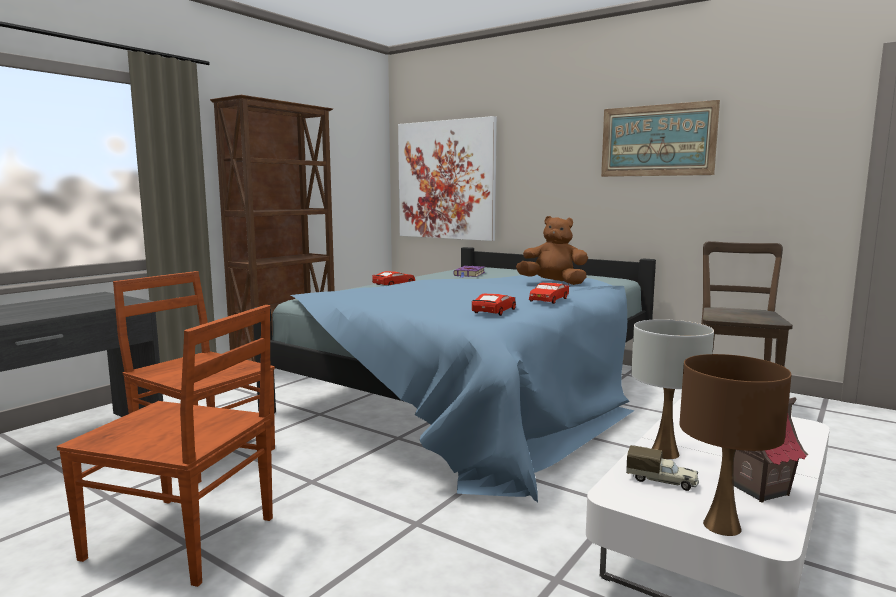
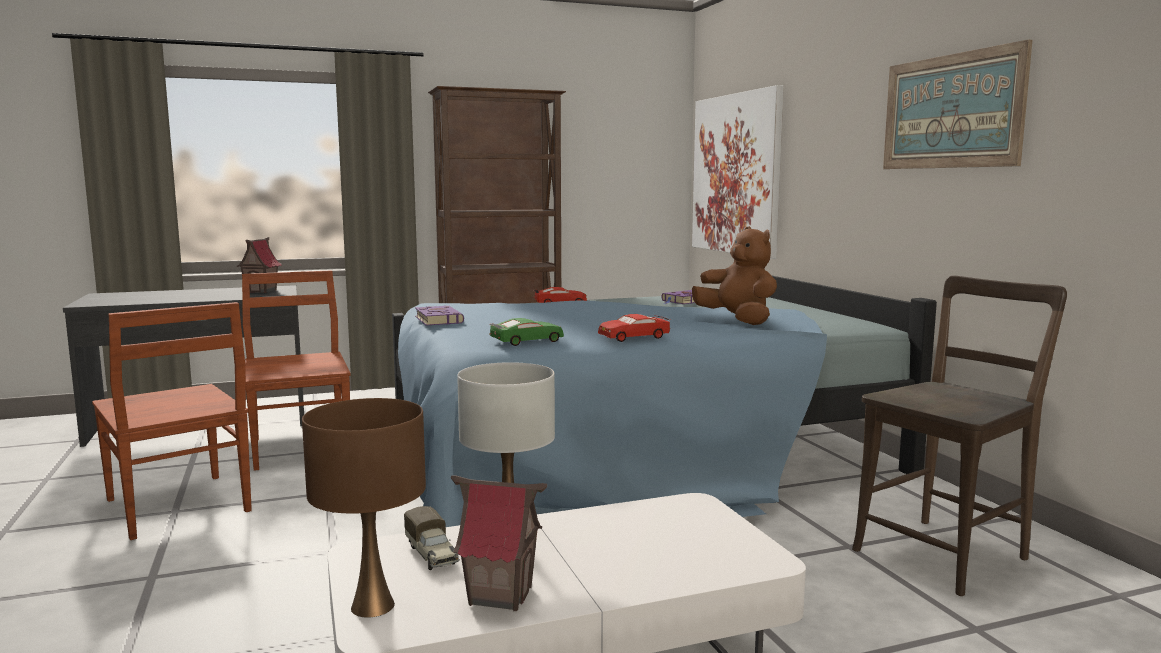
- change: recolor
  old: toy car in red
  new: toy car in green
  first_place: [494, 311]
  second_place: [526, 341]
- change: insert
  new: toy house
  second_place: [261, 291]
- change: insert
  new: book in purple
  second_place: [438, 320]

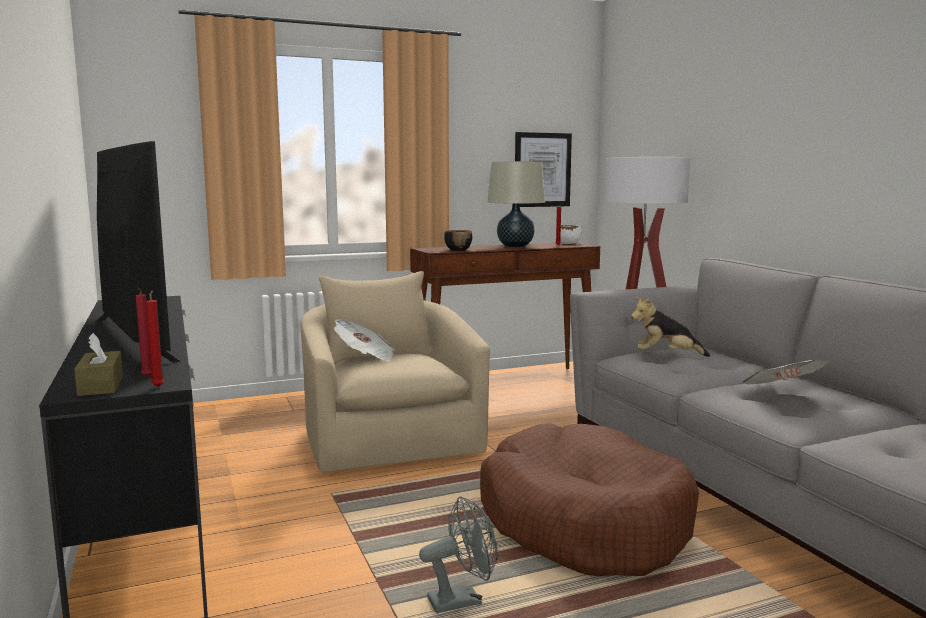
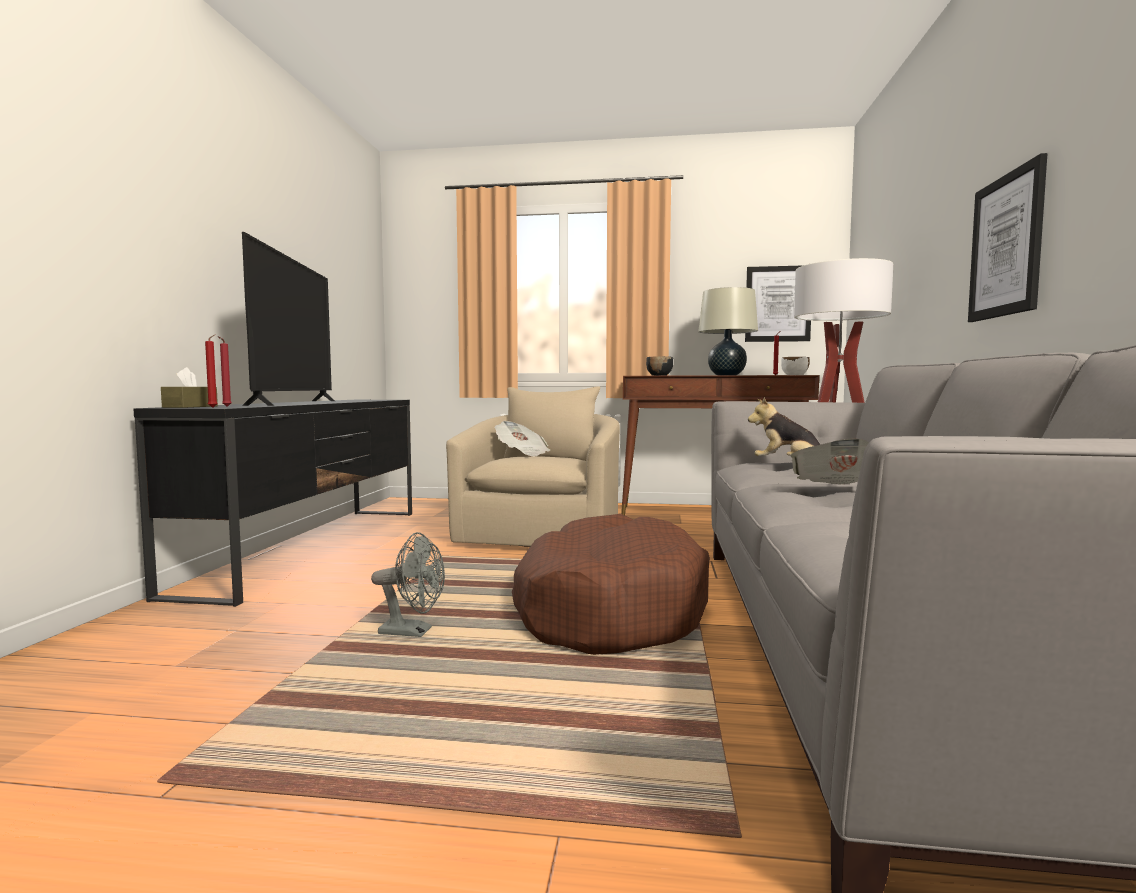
- change: insert
  new: picture
  second_place: [1006, 246]

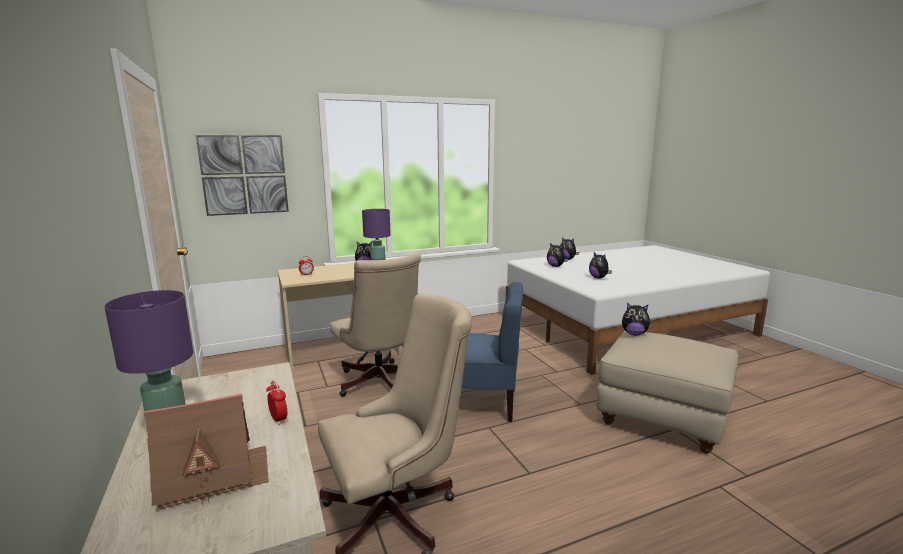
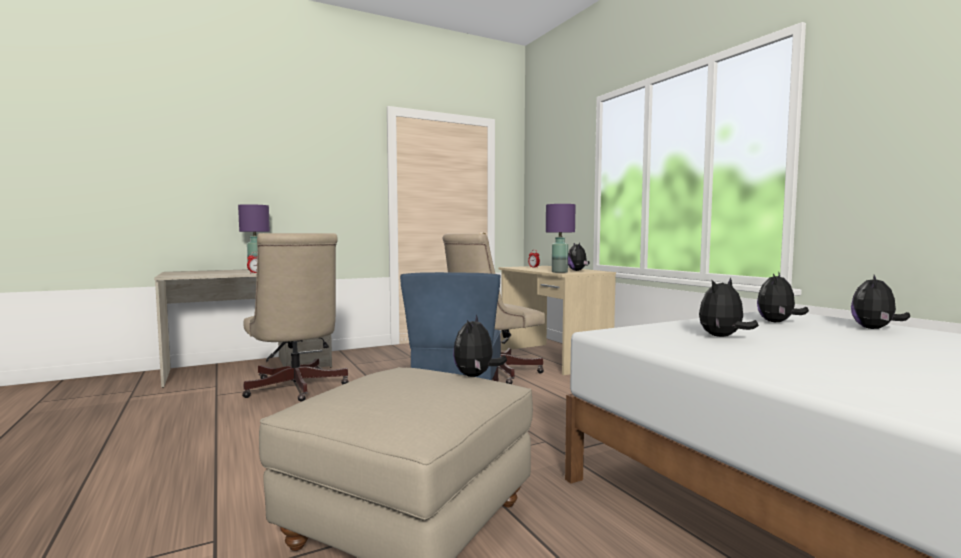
- change: delete
  old: toy house
  first_place: [214, 476]
- change: delete
  old: picture
  first_place: [244, 175]

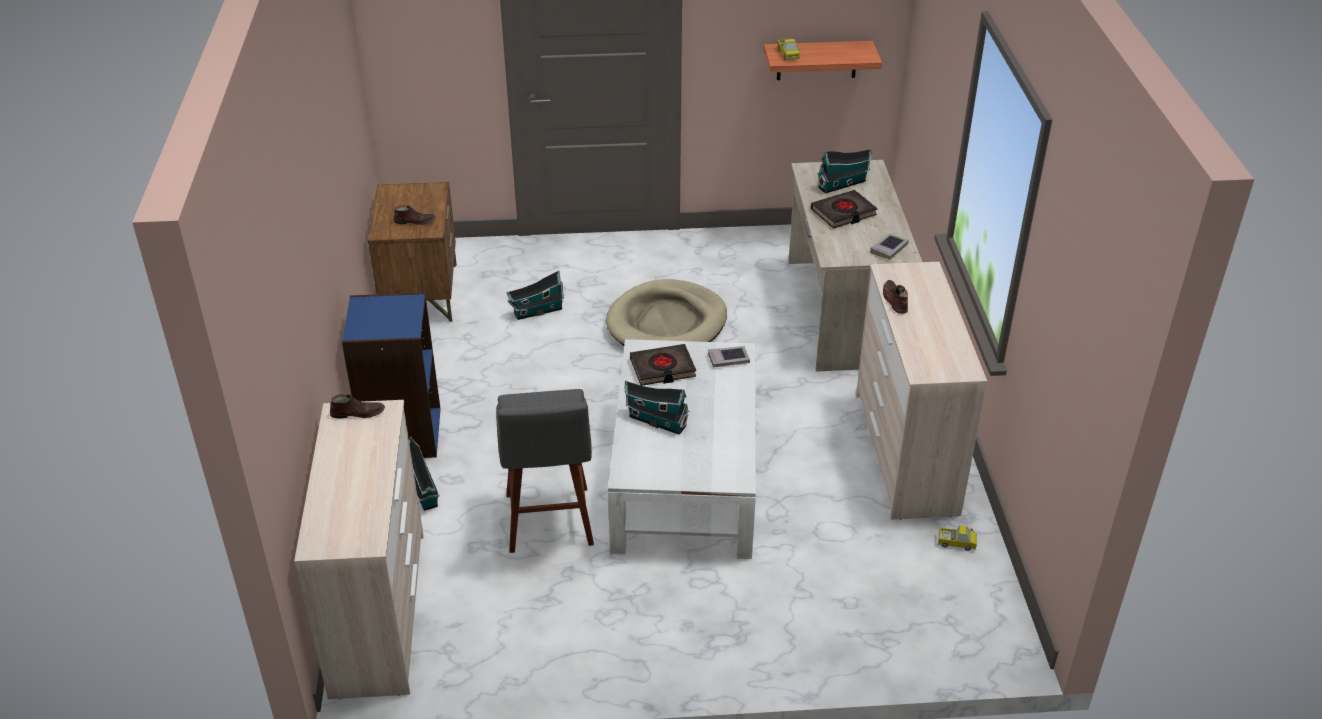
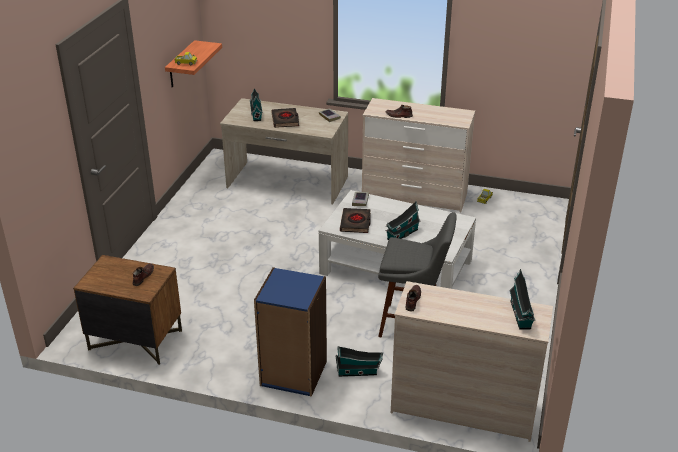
- change: move
  old: toy house
  first_place: [536, 311]
  second_place: [520, 316]
- change: delete
  old: dog bed in beige
  first_place: [667, 323]

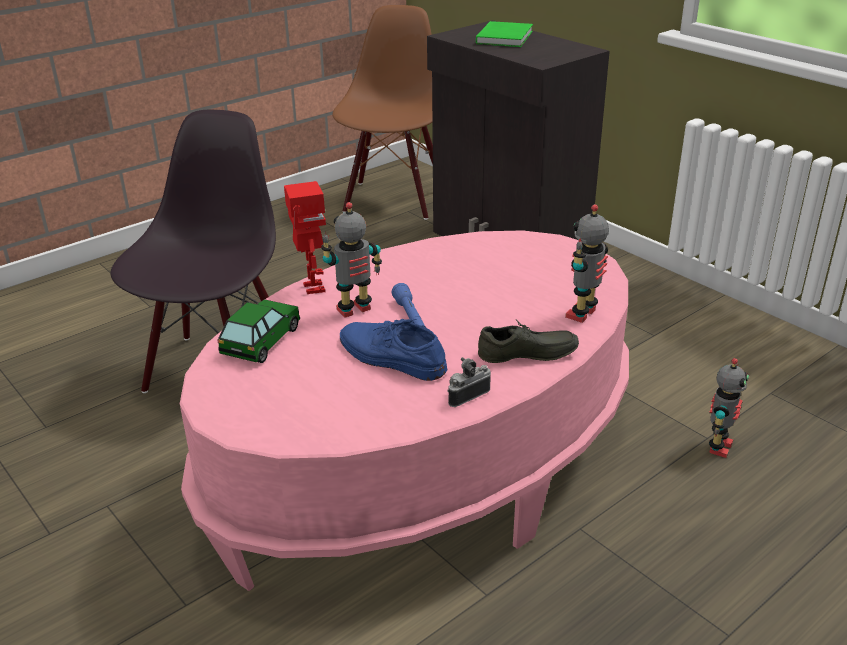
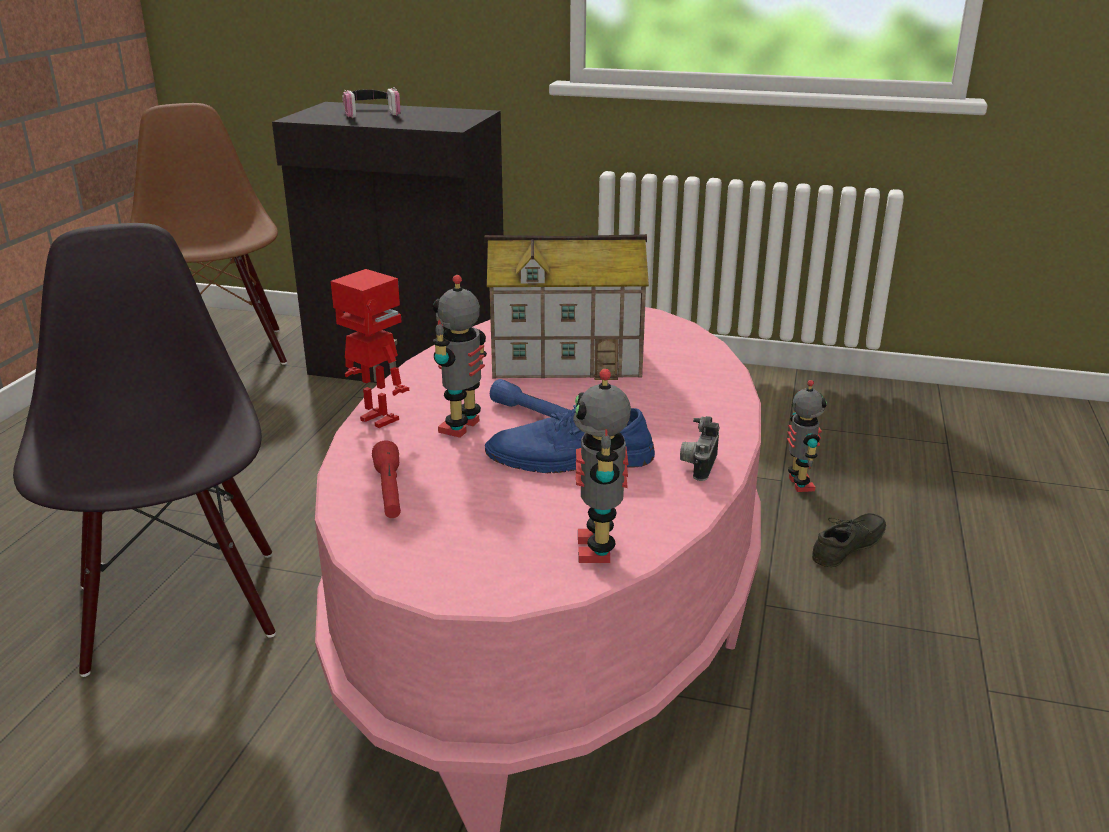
- change: replace
  old: toy car
  new: flashlight in red
  first_place: [261, 340]
  second_place: [389, 492]
- change: replace
  old: book in green
  new: headphones
  first_place: [506, 37]
  second_place: [370, 112]
- change: move
  old: shoe in grey
  first_place: [528, 355]
  second_place: [851, 548]
- change: move
  old: toy robot
  first_place: [583, 314]
  second_place: [598, 548]
- change: insert
  new: toy house
  second_place: [567, 359]

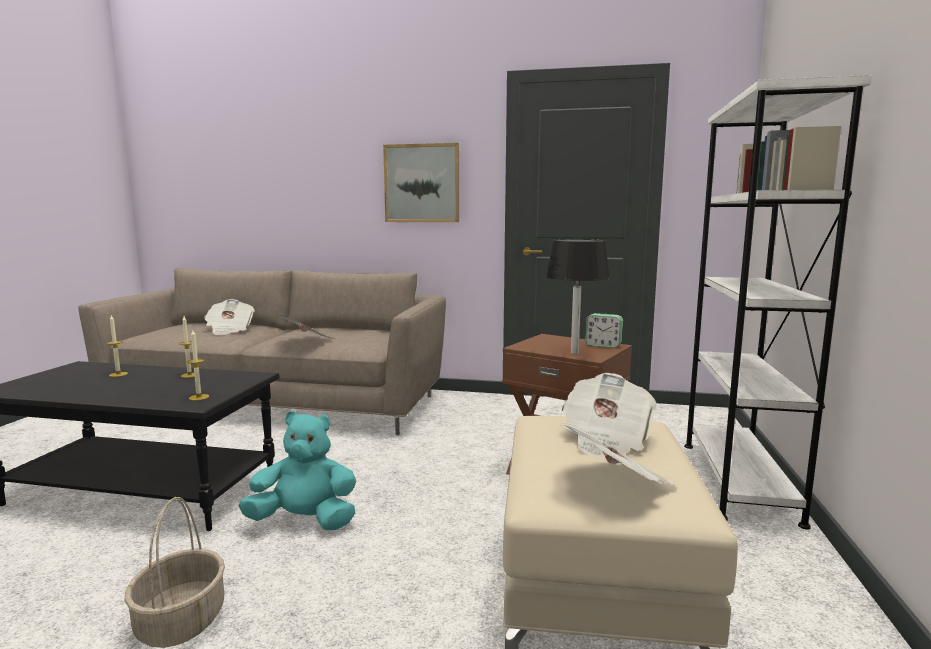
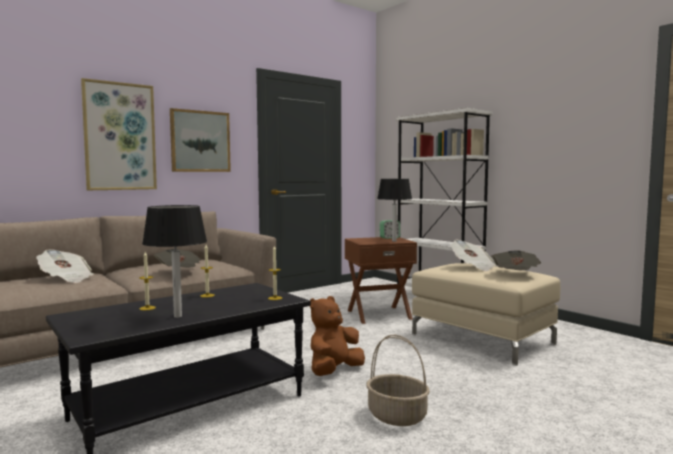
- change: recolor
  old: plush toy in turquoise
  new: plush toy in brown
  first_place: [305, 521]
  second_place: [334, 371]
- change: insert
  new: picture
  second_place: [120, 136]
- change: insert
  new: table lamp in black
  second_place: [178, 316]

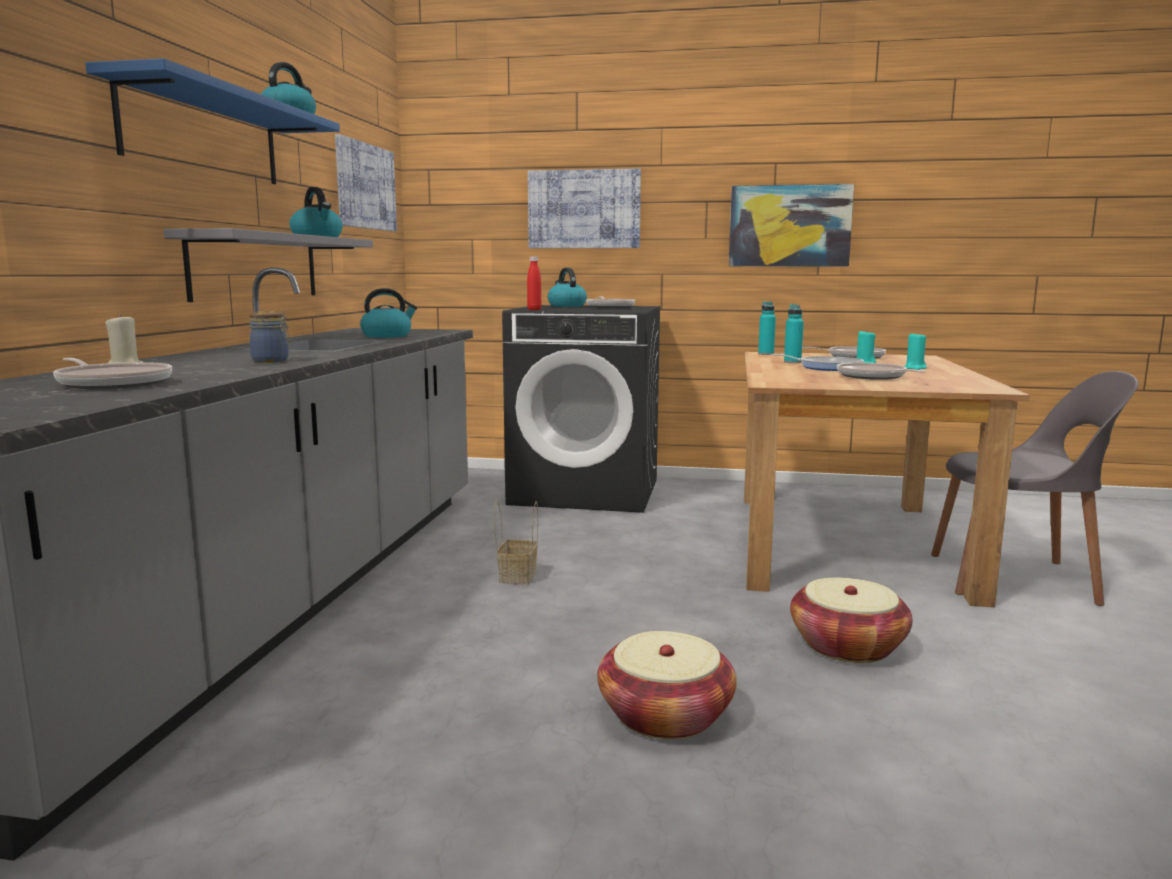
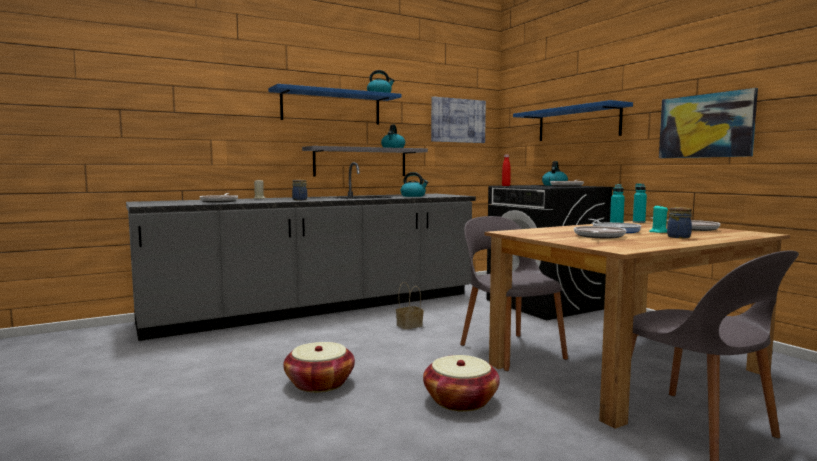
- change: replace
  old: picture
  new: shelf in blue
  first_place: [584, 209]
  second_place: [578, 124]
- change: replace
  old: candle in turquoise
  new: jar
  first_place: [915, 368]
  second_place: [679, 237]
- change: insert
  new: chair in grey
  second_place: [510, 350]

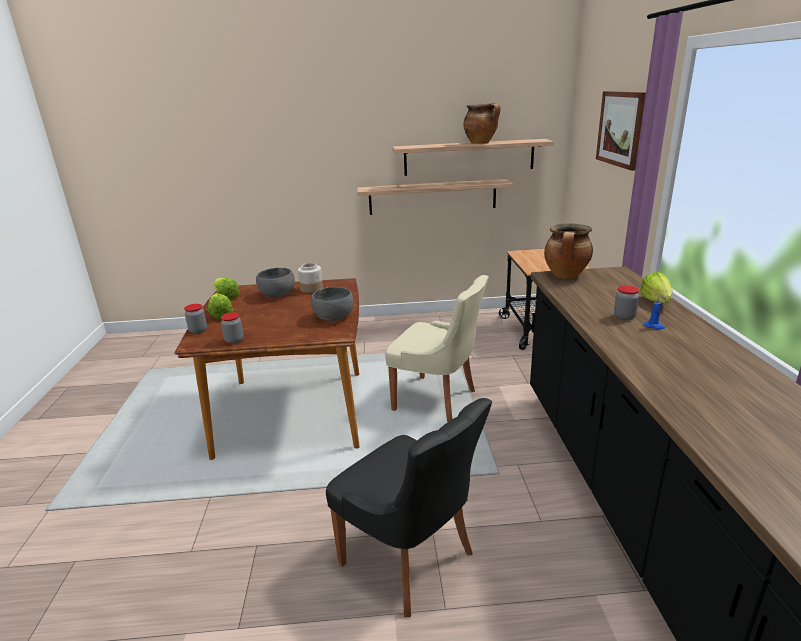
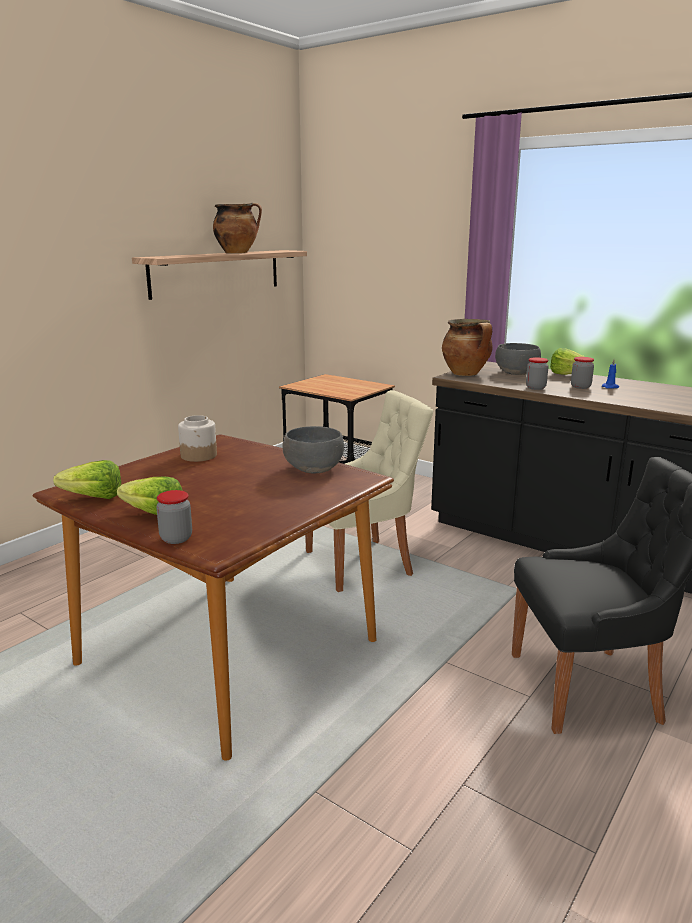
- change: move
  old: jar
  first_place: [234, 340]
  second_place: [535, 388]
- change: move
  old: bowl in grey
  first_place: [277, 294]
  second_place: [516, 373]
- change: delete
  old: shelf
  first_place: [432, 197]
- change: delete
  old: picture
  first_place: [621, 129]

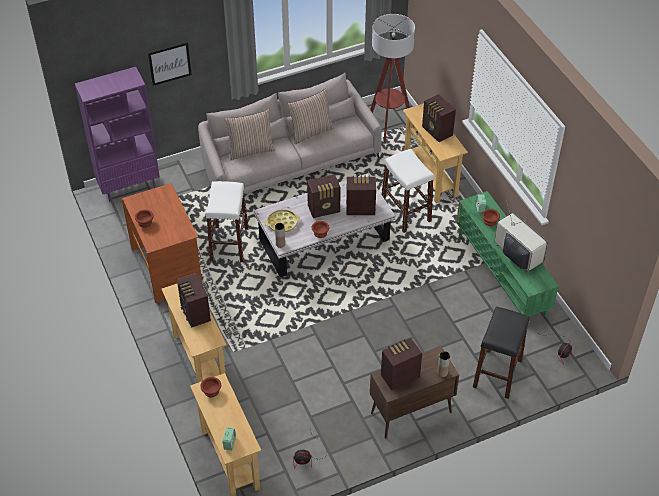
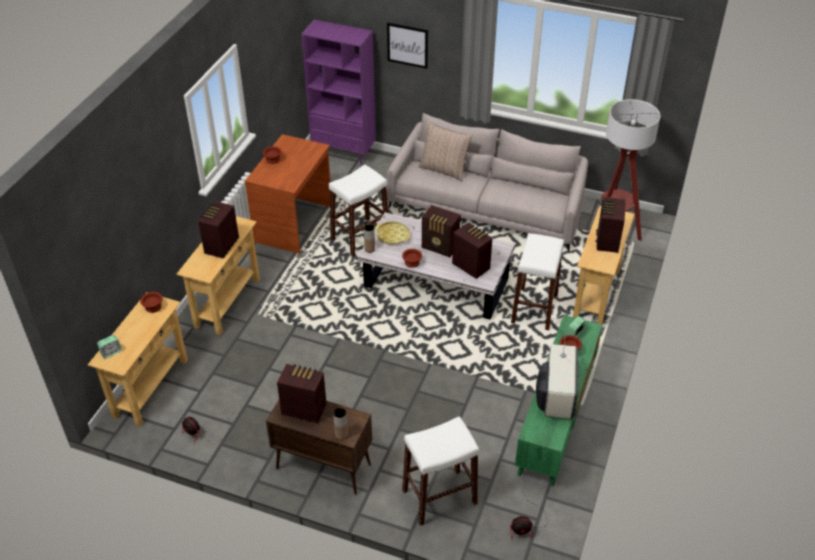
- change: delete
  old: pillow
  first_place: [311, 131]
- change: recolor
  old: stool in black
  new: stool in white
  first_place: [497, 373]
  second_place: [439, 497]

